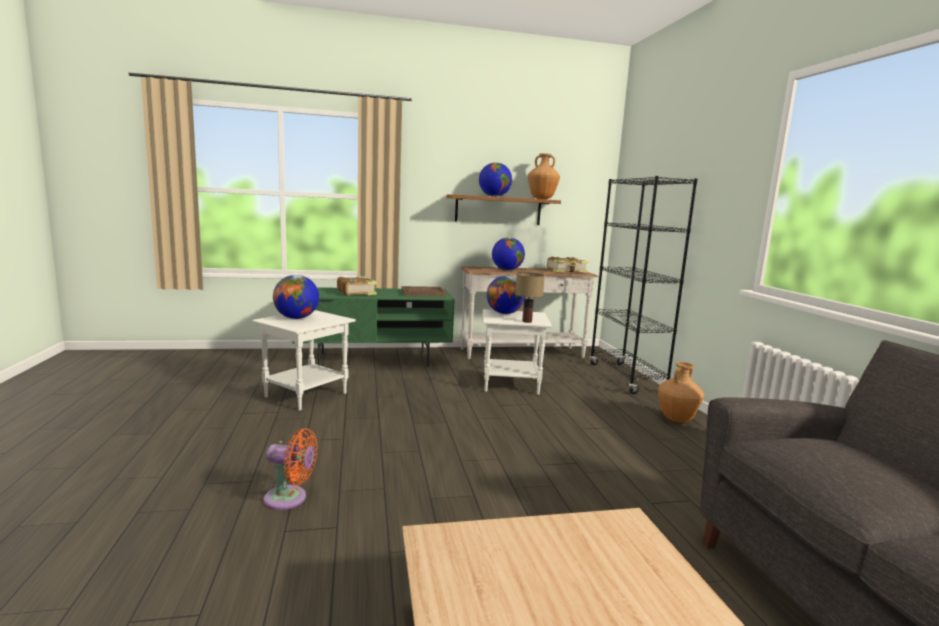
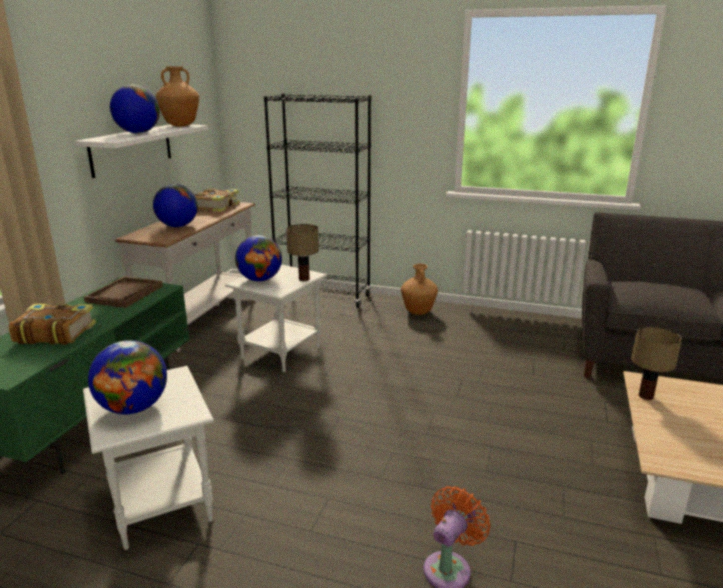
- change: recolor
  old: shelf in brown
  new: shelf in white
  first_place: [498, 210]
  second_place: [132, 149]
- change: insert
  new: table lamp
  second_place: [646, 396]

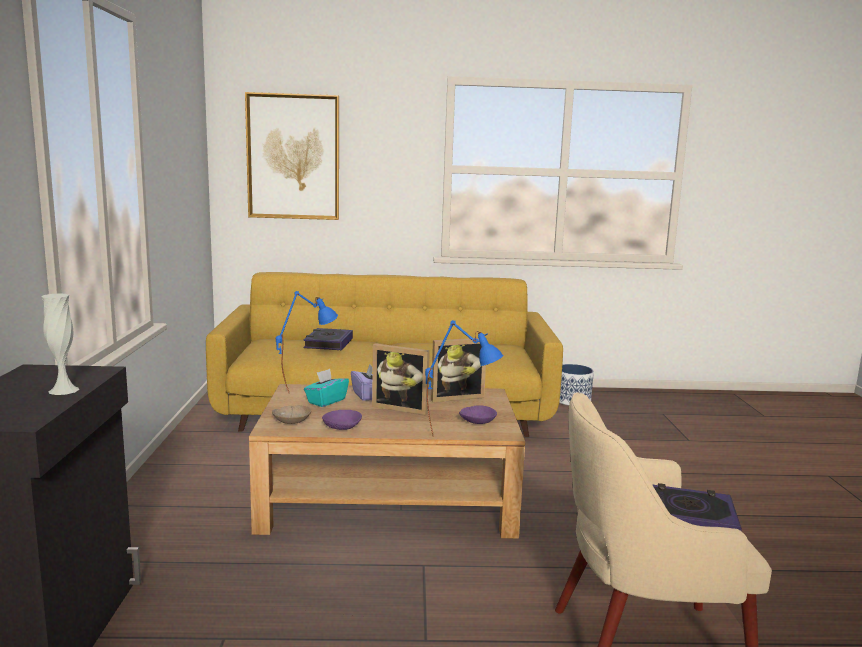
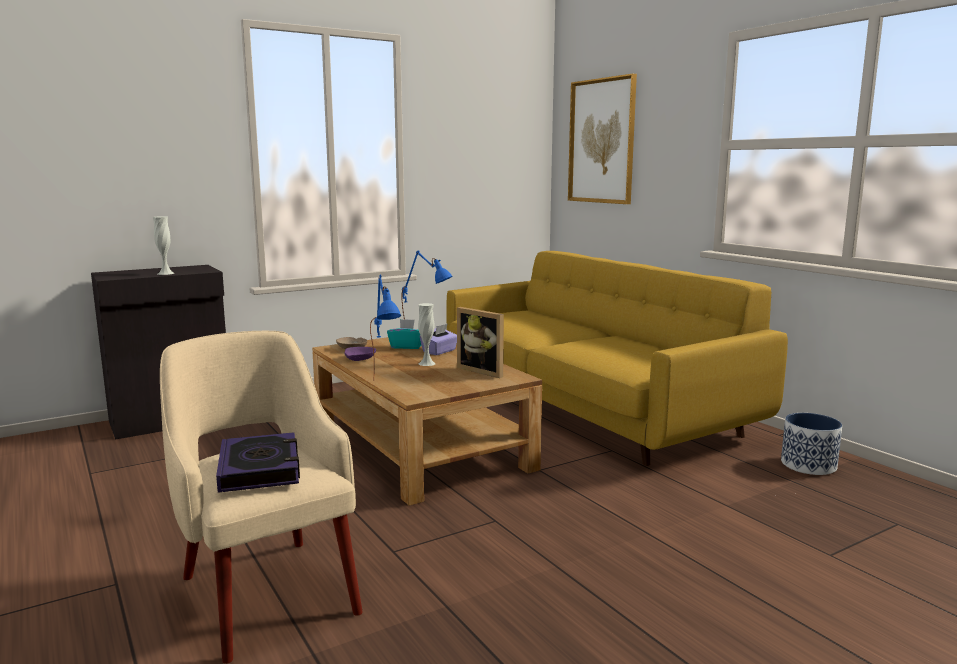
- change: delete
  old: book
  first_place: [328, 343]
- change: replace
  old: picture frame
  new: vase in white
  first_place: [402, 407]
  second_place: [427, 363]
- change: delete
  old: bowl in purple
  first_place: [477, 421]

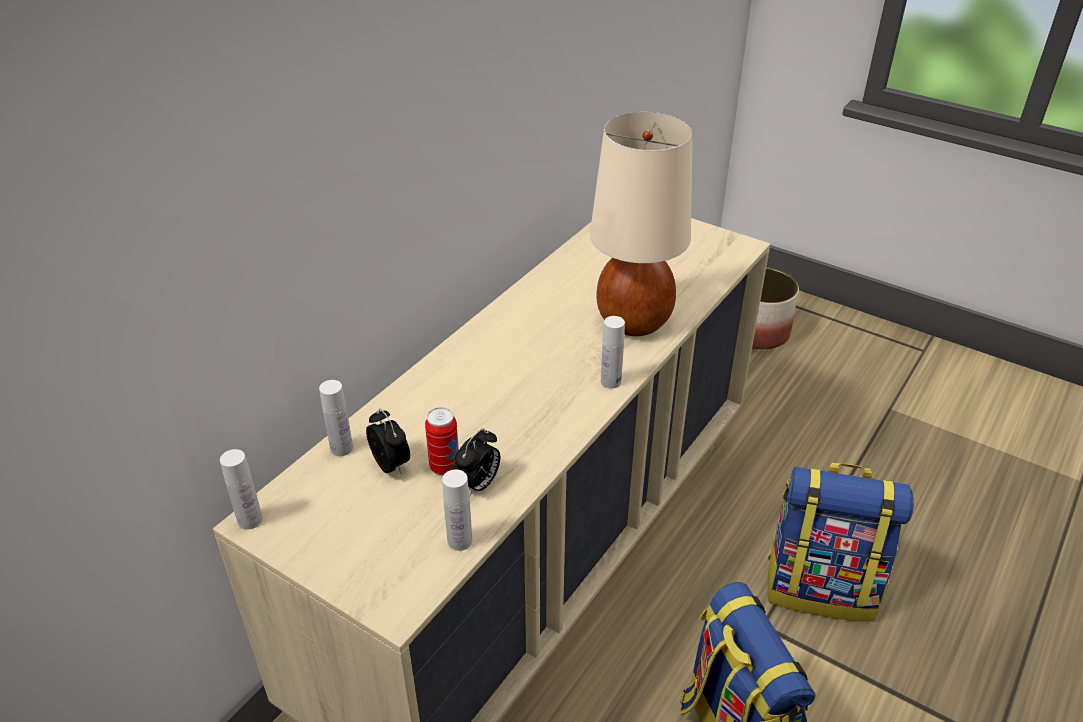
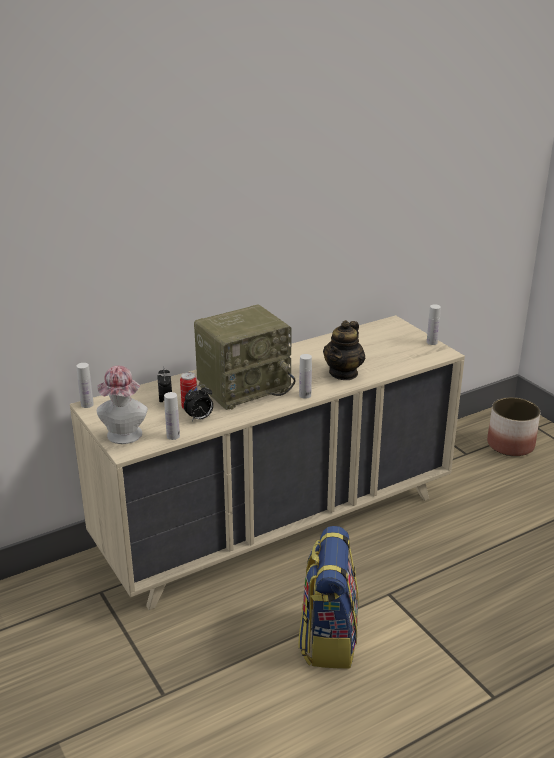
- change: move
  old: bottle in white
  first_place: [341, 448]
  second_place: [432, 342]
- change: replace
  old: table lamp in beige
  new: teapot
  first_place: [634, 321]
  second_place: [344, 373]
- change: delete
  old: backpack
  first_place: [821, 587]
- change: insert
  new: hat
  second_place: [124, 437]
- change: insert
  new: radio
  second_place: [244, 386]

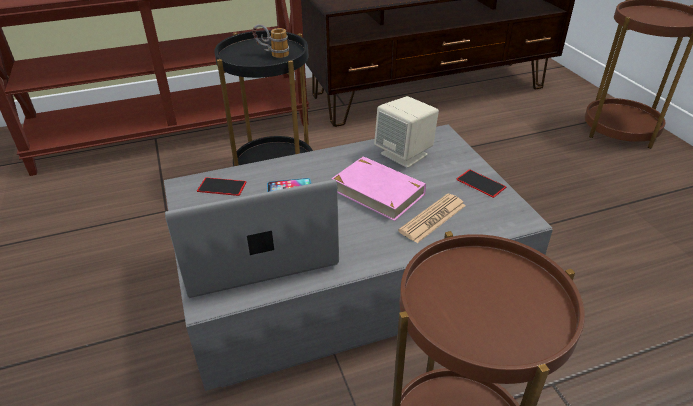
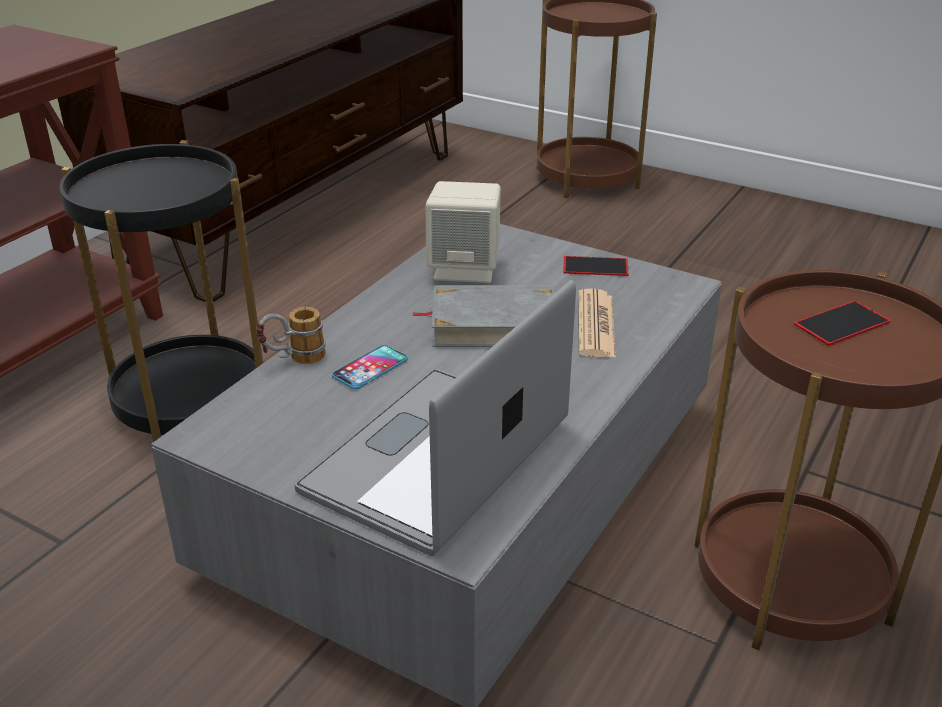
- change: move
  old: phone
  first_place: [222, 186]
  second_place: [841, 323]
- change: move
  old: mug
  first_place: [272, 54]
  second_place: [293, 360]
- change: recolor
  old: book in pink
  new: book in grey
  first_place: [378, 192]
  second_place: [493, 324]

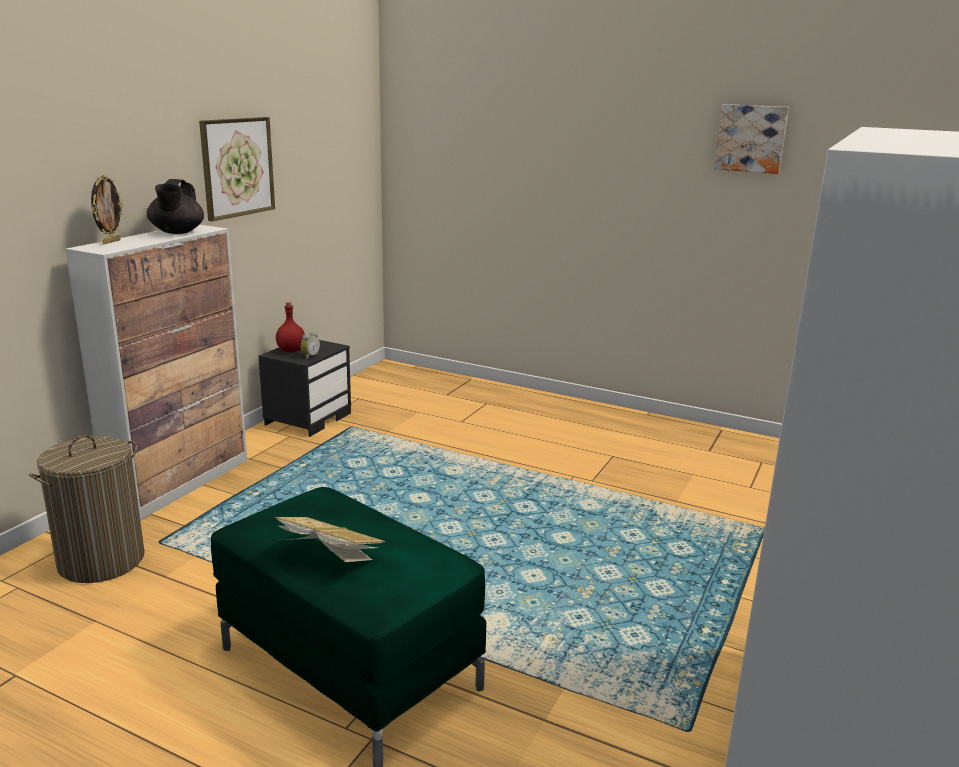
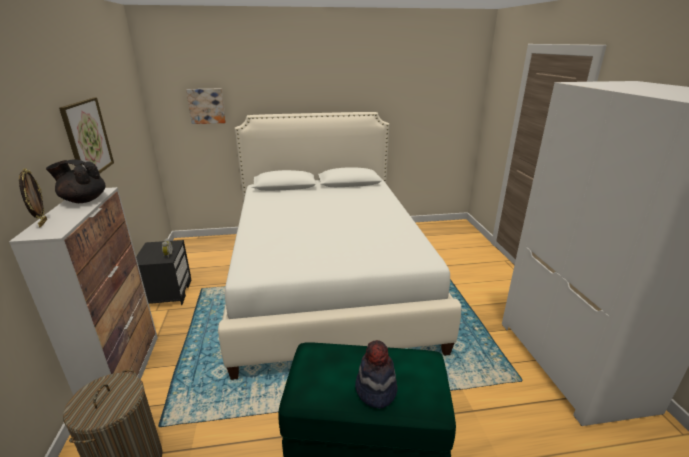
- change: rotate
  old: teapot in black
  first_place: [177, 232]
  second_place: [84, 200]
  degrees: 135
- change: replace
  old: book
  new: hat
  first_place: [329, 557]
  second_place: [375, 390]
- change: delete
  old: bottle in red
  first_place: [290, 350]
- change: move
  old: picture
  first_place: [751, 138]
  second_place: [206, 106]
- change: insert
  new: bed in white
  second_place: [327, 280]

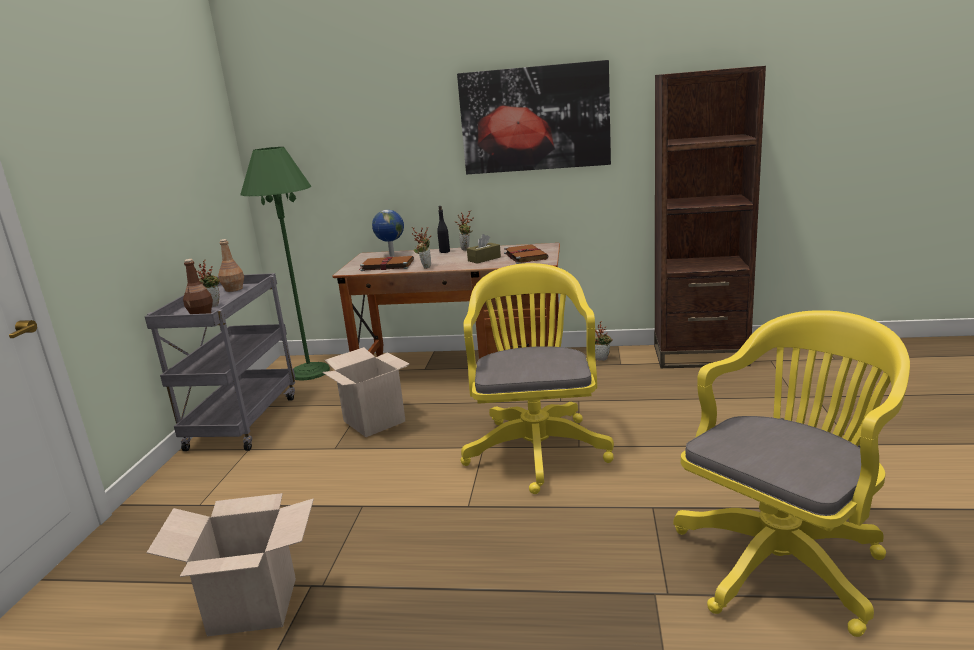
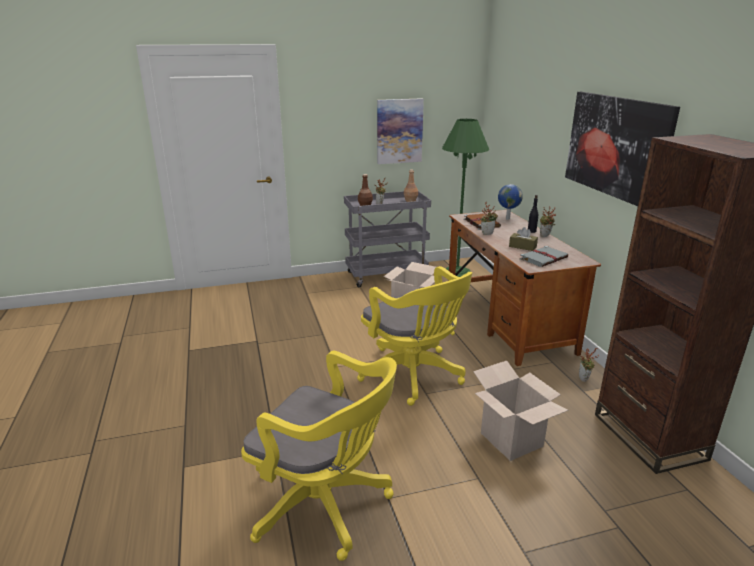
- change: move
  old: cardboard box
  first_place: [253, 606]
  second_place: [511, 440]
- change: rotate
  old: office chair in yellow
  first_place: [536, 447]
  second_place: [414, 376]
  degrees: 75
- change: recolor
  old: book in brown
  new: book in grey
  first_place: [525, 256]
  second_place: [544, 258]
- change: insert
  new: picture
  second_place: [399, 131]

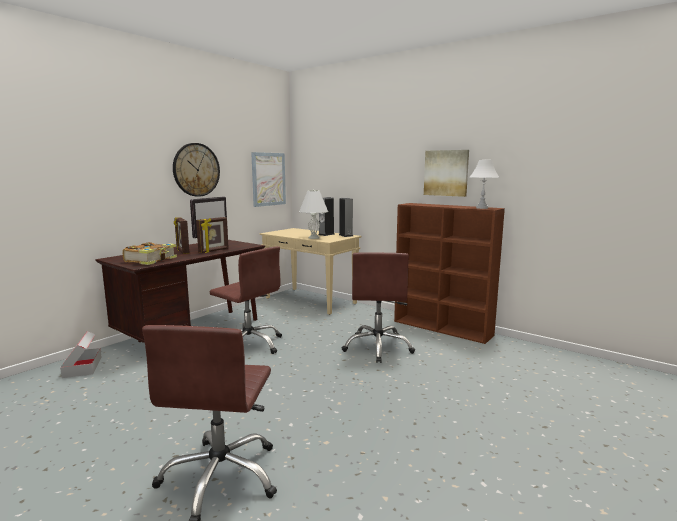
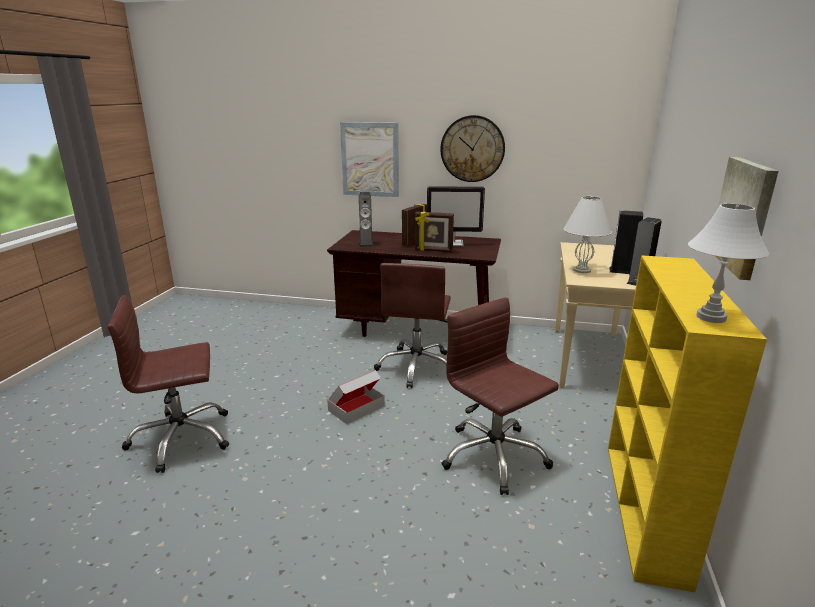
- change: move
  old: cardboard box
  first_place: [82, 367]
  second_place: [356, 408]
- change: replace
  old: book
  new: speaker
  first_place: [151, 260]
  second_place: [366, 244]
- change: move
  old: picture
  first_place: [268, 179]
  second_place: [370, 159]
- change: rotate
  old: office chair in brown
  first_place: [378, 347]
  second_place: [493, 456]
  degrees: 75
- change: recolor
  old: bookcase in brown
  new: bookcase in yellow
  first_place: [443, 328]
  second_place: [645, 510]

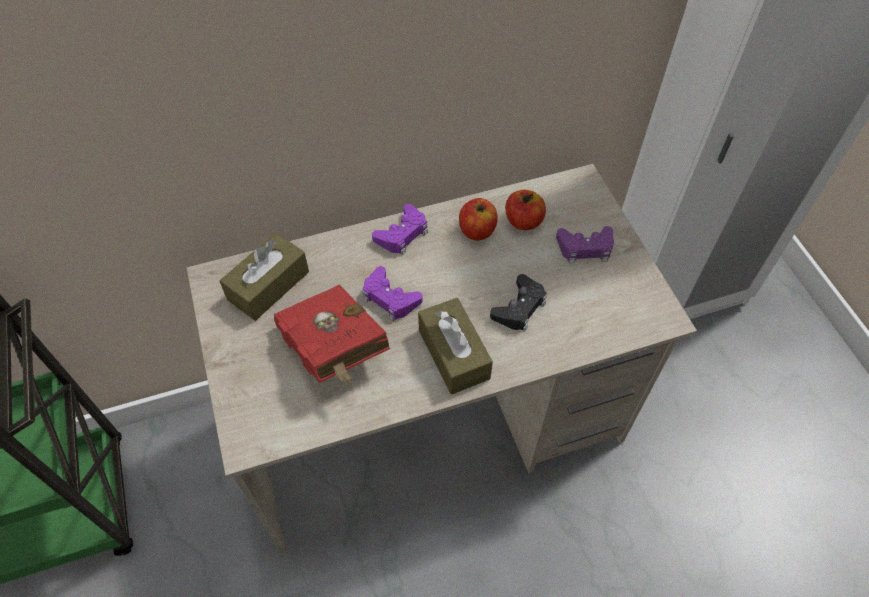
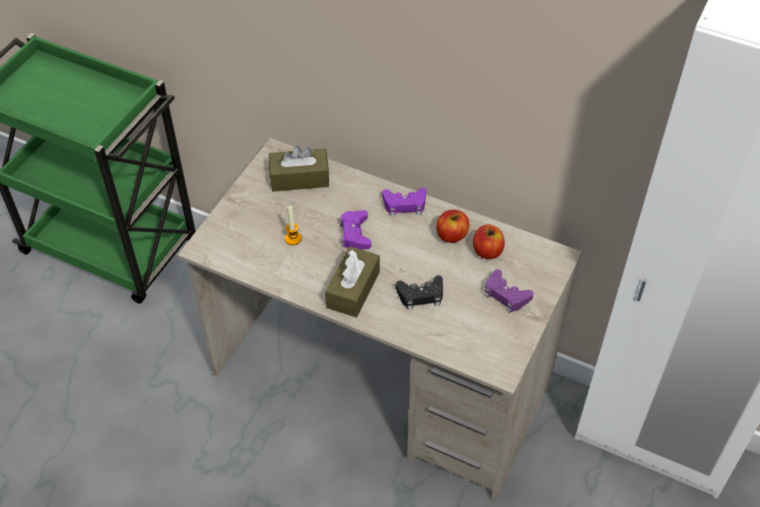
- change: replace
  old: book in red
  new: candle
  first_place: [334, 352]
  second_place: [293, 238]

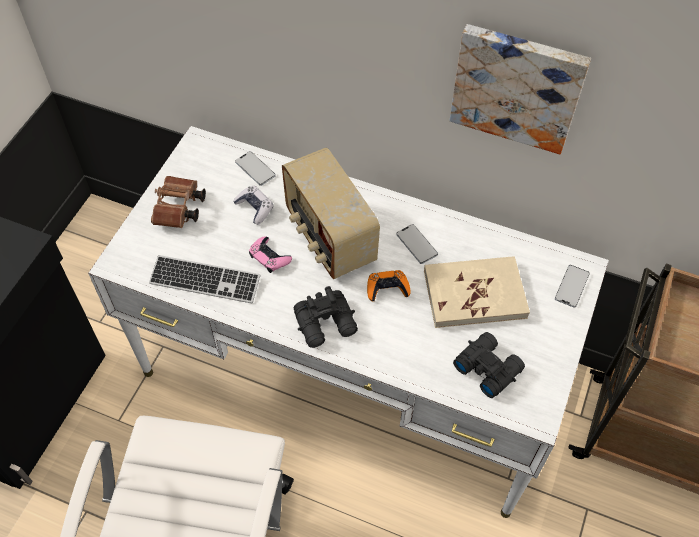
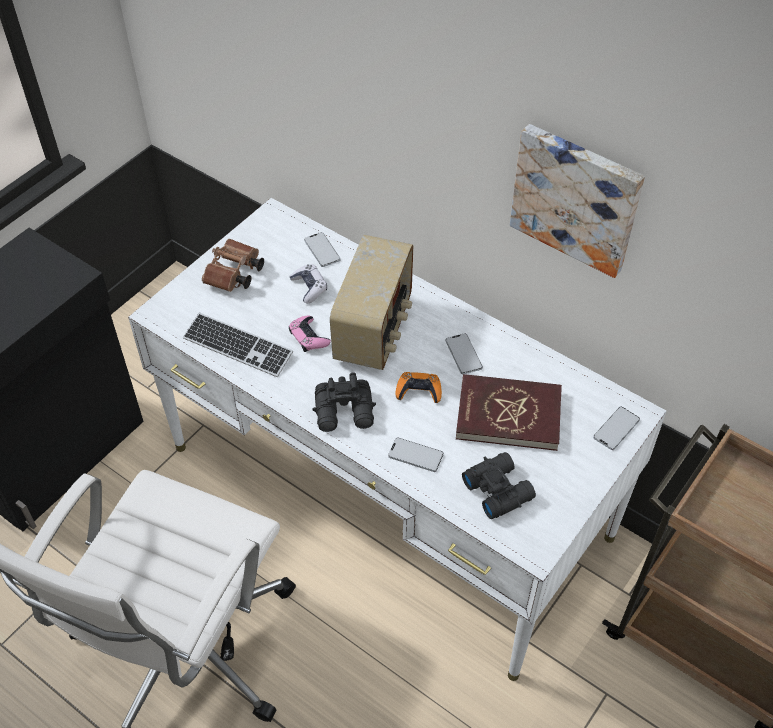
- change: rotate
  old: radio
  first_place: [329, 237]
  second_place: [375, 330]
  degrees: -150
- change: recolor
  old: book in beige
  new: book in red
  first_place: [474, 294]
  second_place: [508, 414]
- change: insert
  new: phone
  second_place: [415, 455]

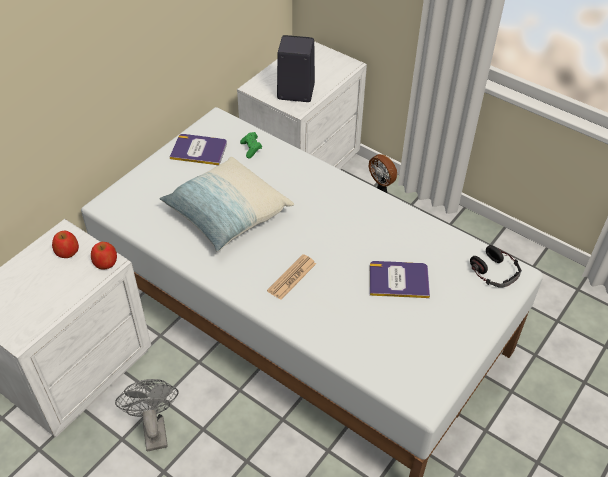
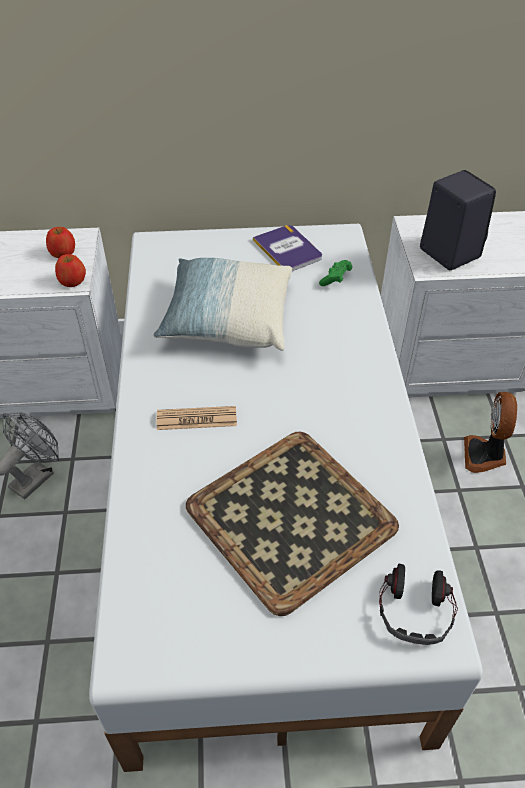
- change: replace
  old: book
  new: tray
  first_place: [398, 280]
  second_place: [291, 514]

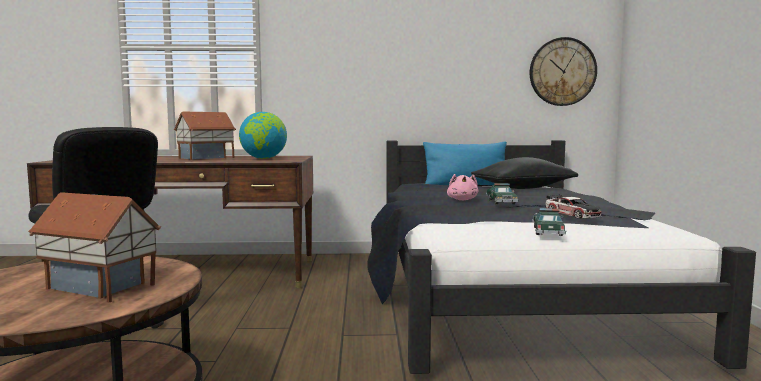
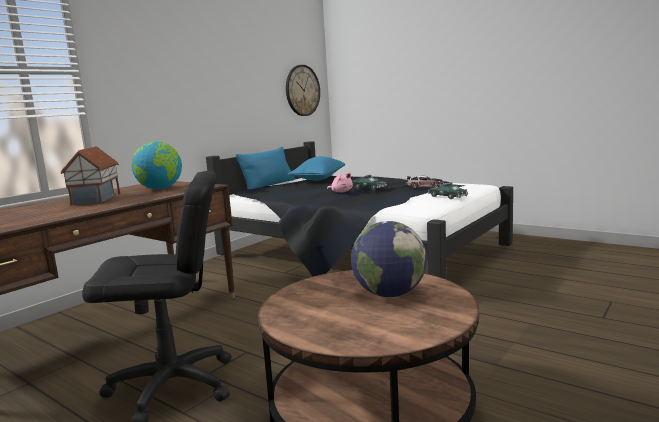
- change: replace
  old: toy house
  new: globe
  first_place: [98, 288]
  second_place: [389, 294]
- change: recolor
  old: pillow in black
  new: pillow in blue
  first_place: [523, 188]
  second_place: [318, 179]

